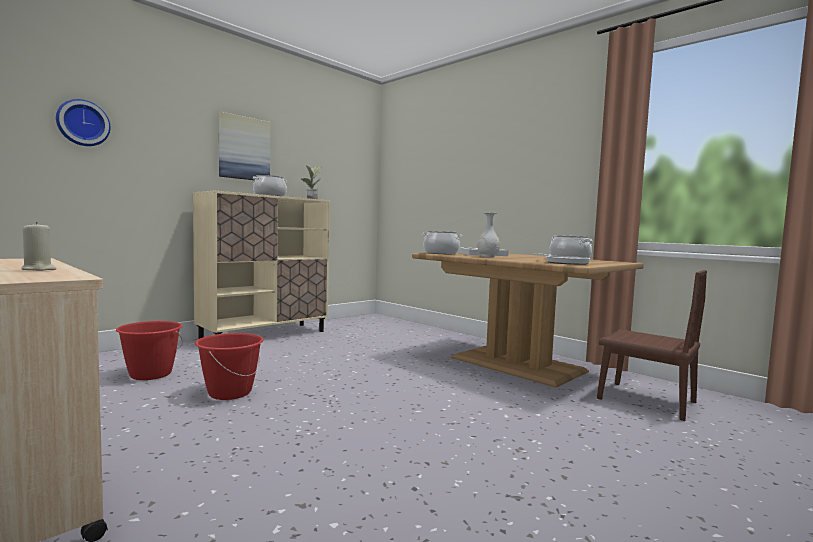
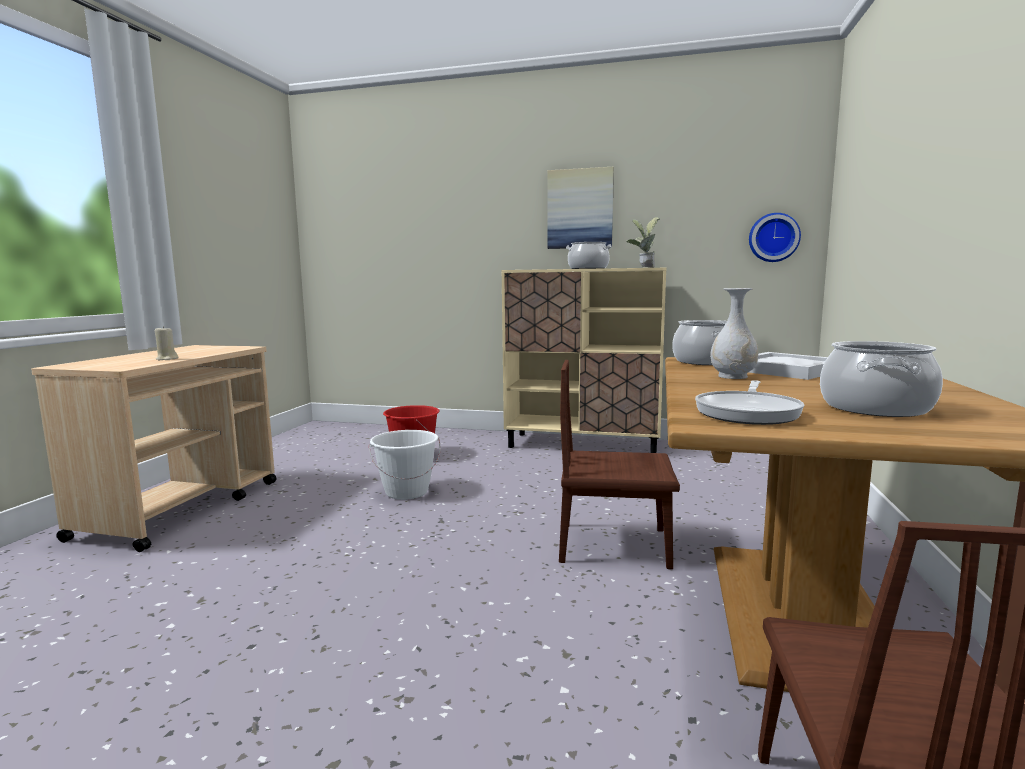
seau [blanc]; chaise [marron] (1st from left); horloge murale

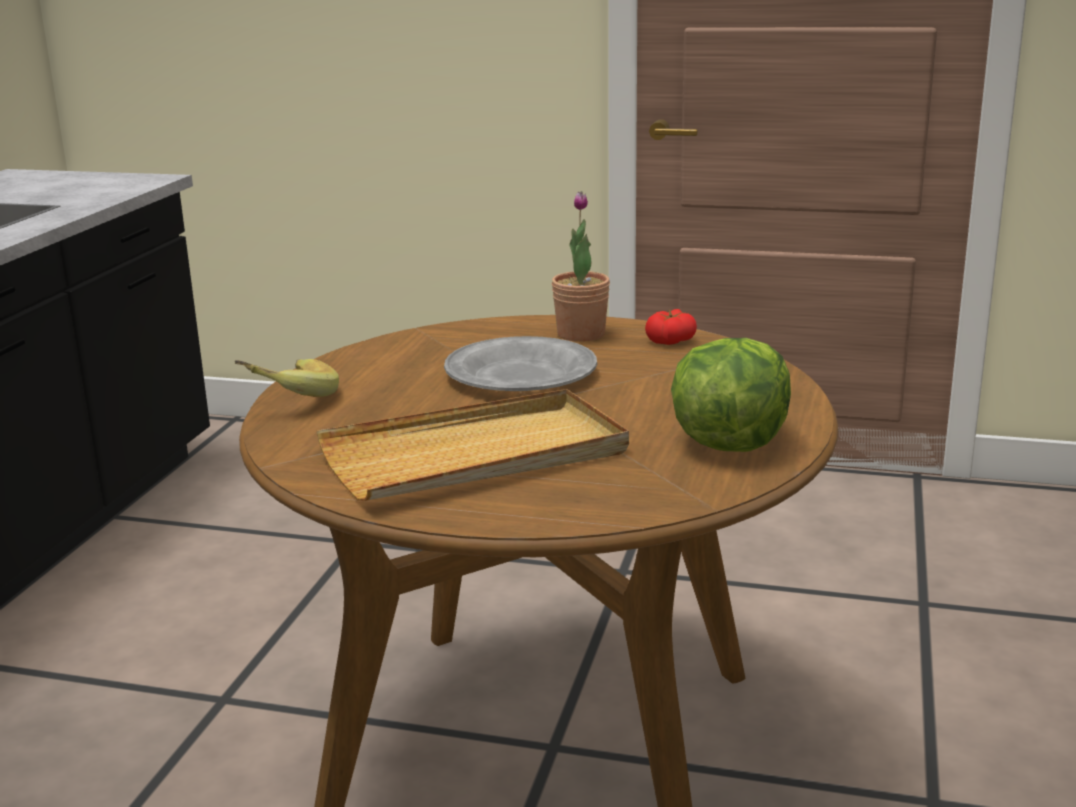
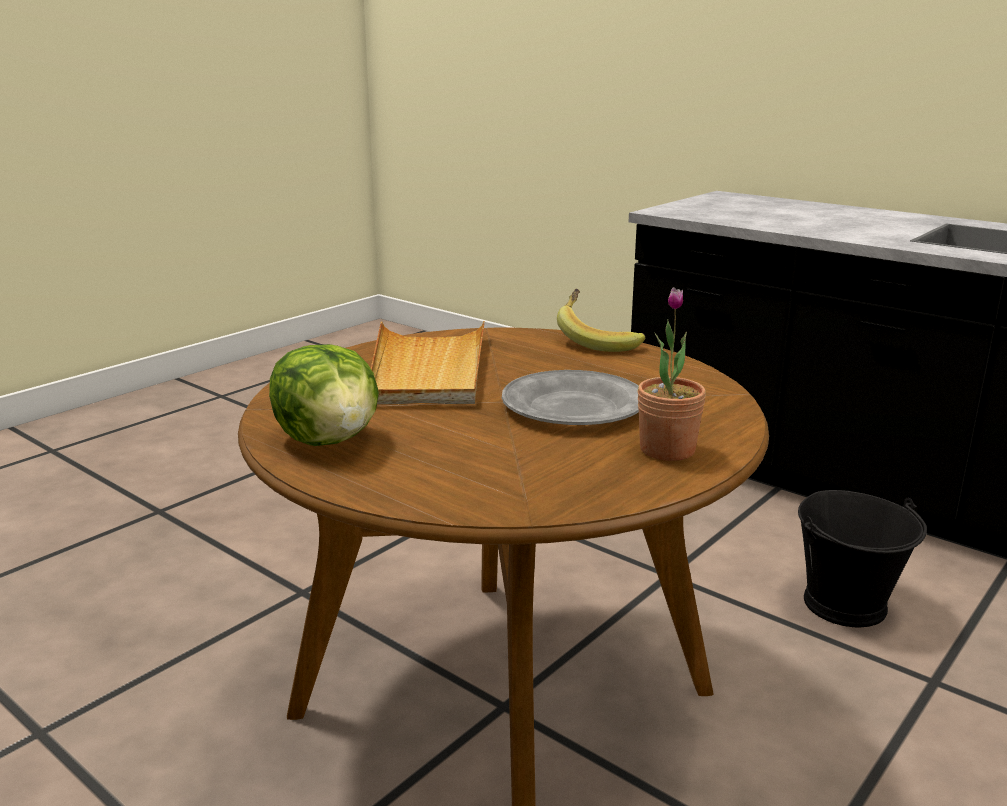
seau [noir]; tomate

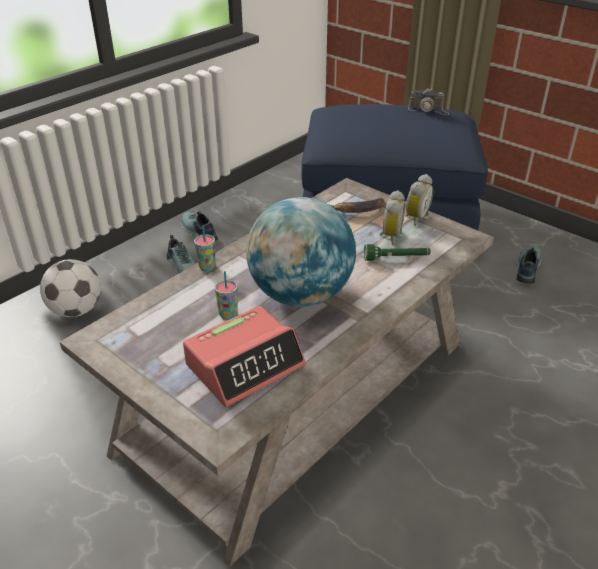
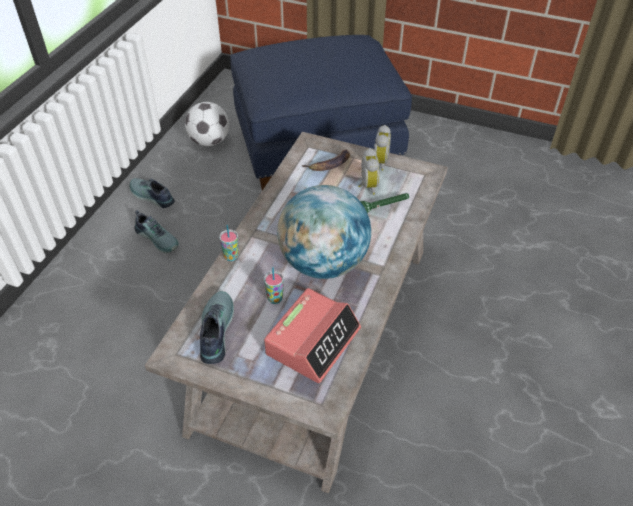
ballon de foot; chaussure (3rd from left); appareil photo

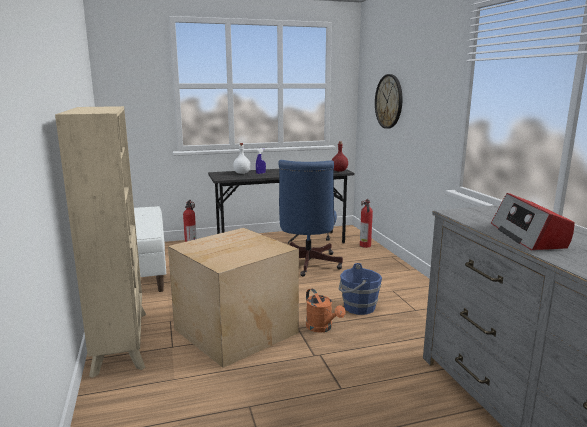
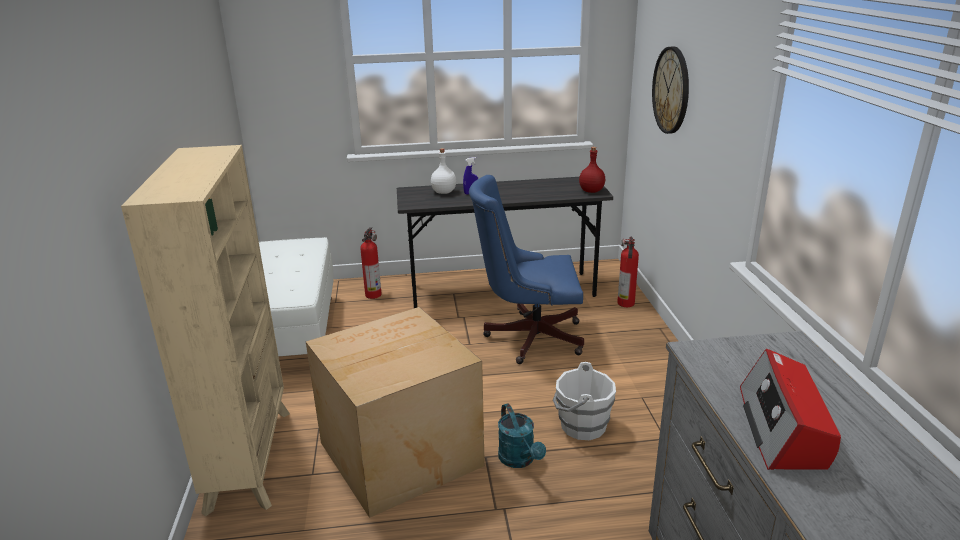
chaise de bureau [bleu]; arrosoir [turquoise]; seau [blanc]

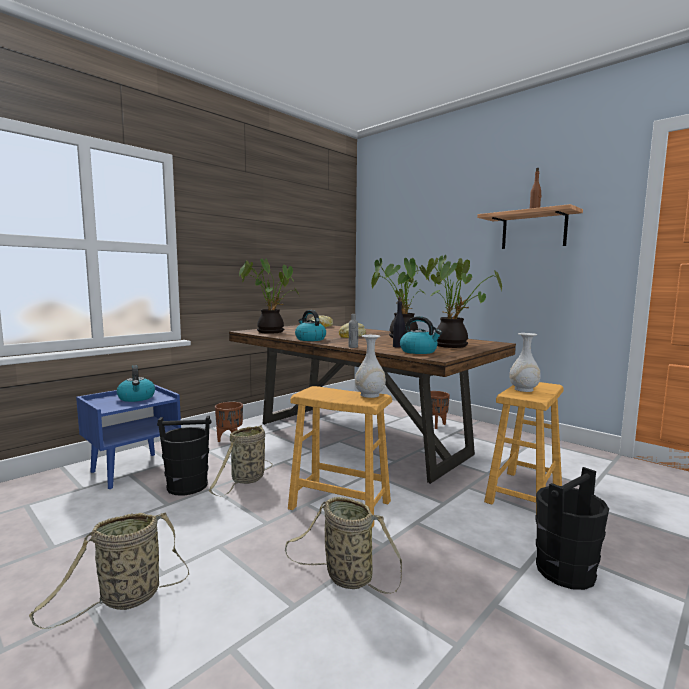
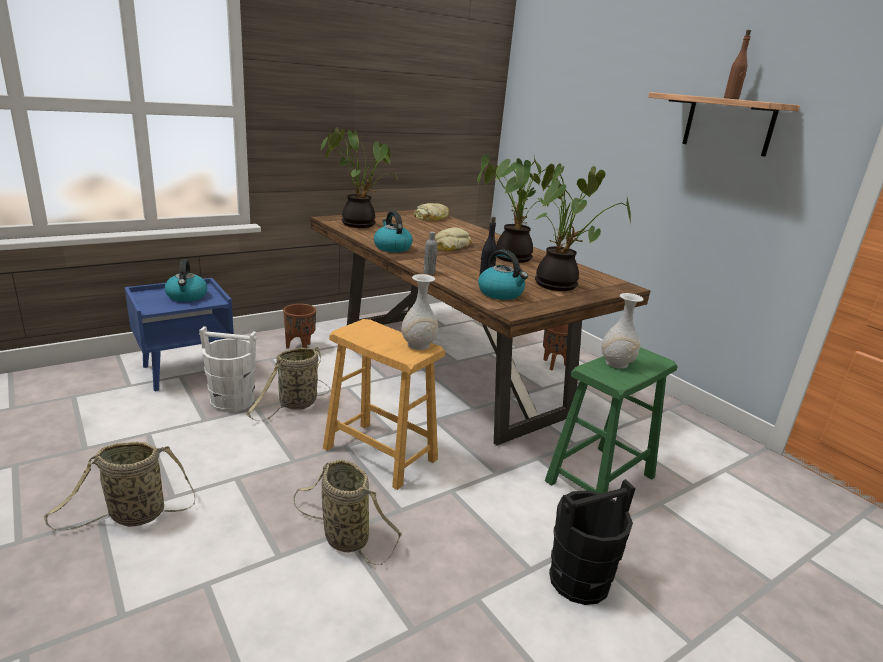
seau [blanc]; tabouret [vert]

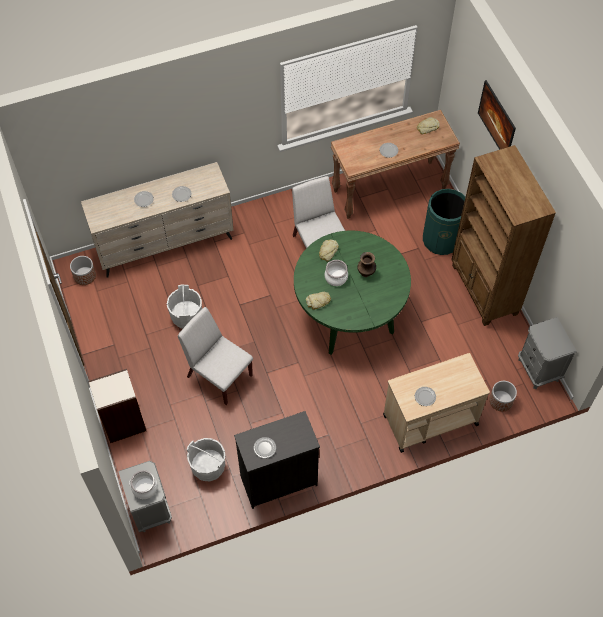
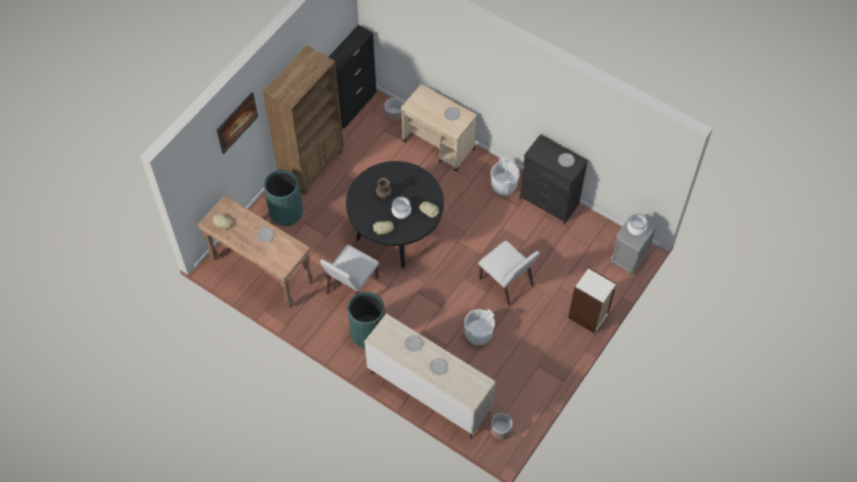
meuble de rangement [noir]; table à manger [noir]; poubelle [vert] (2nd from left); chaise [blanc] (2nd from left); seau [blanc] (2nd from left)

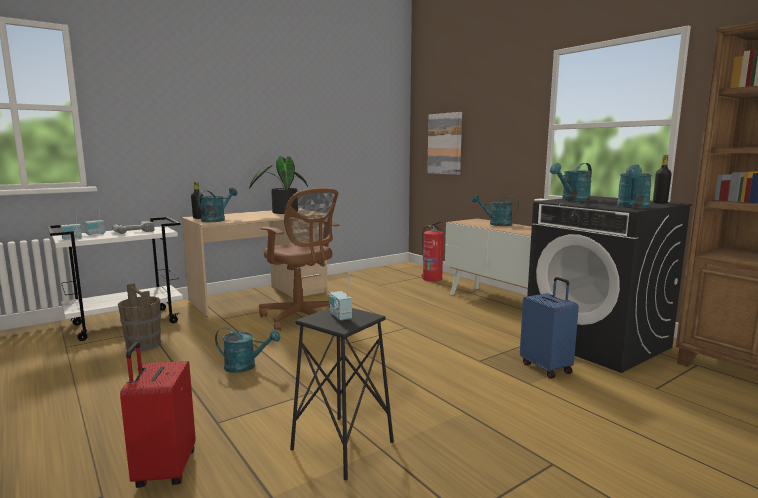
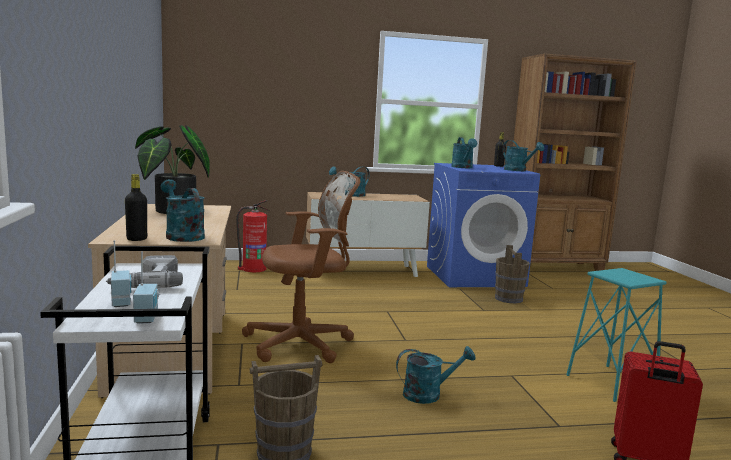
arrosoir [turquoise] (3rd from left); lave-linge [bleu]; seau [marron] (2nd from left); tabouret [turquoise]; radio (3rd from left in the first image); tableau

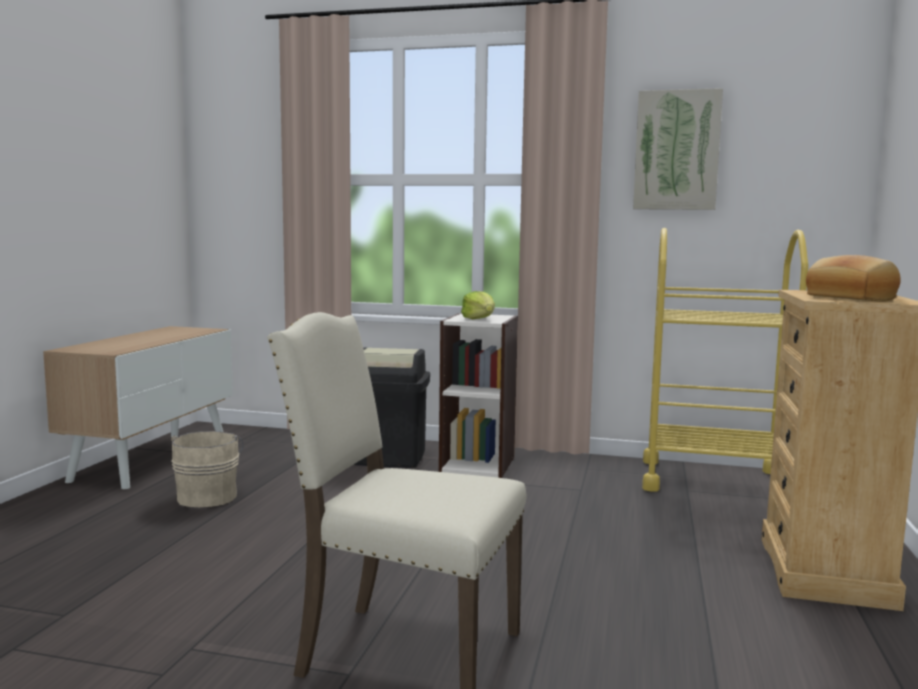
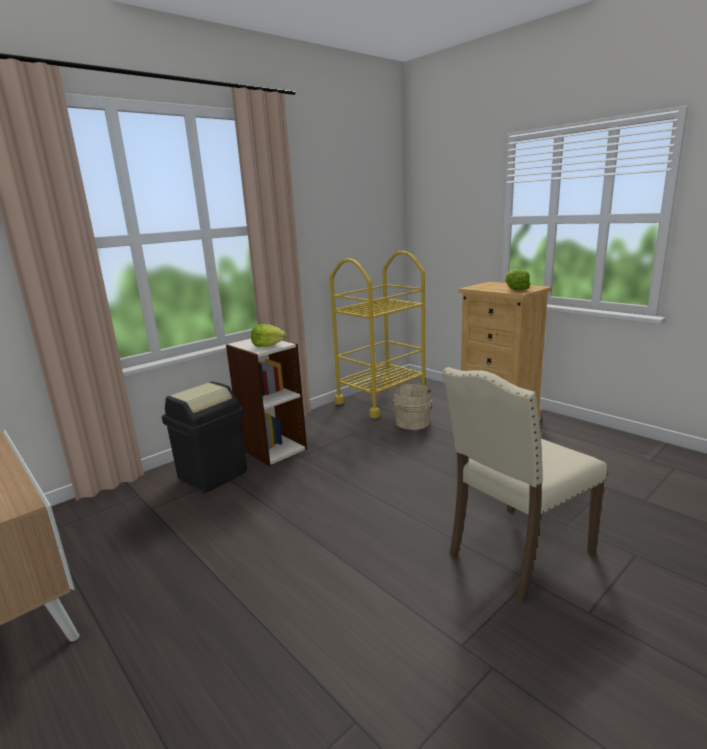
seau [beige]; laitue (2nd from left); tableau

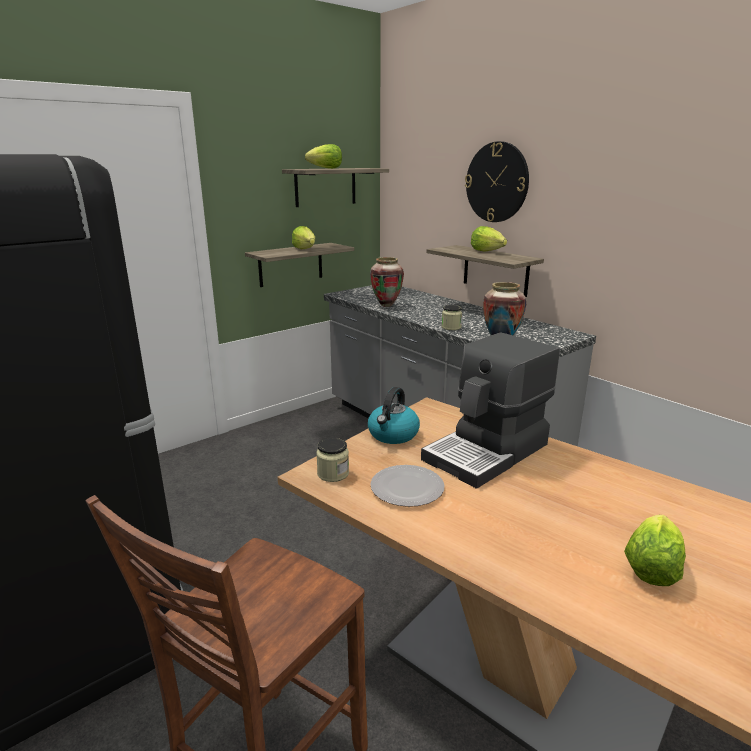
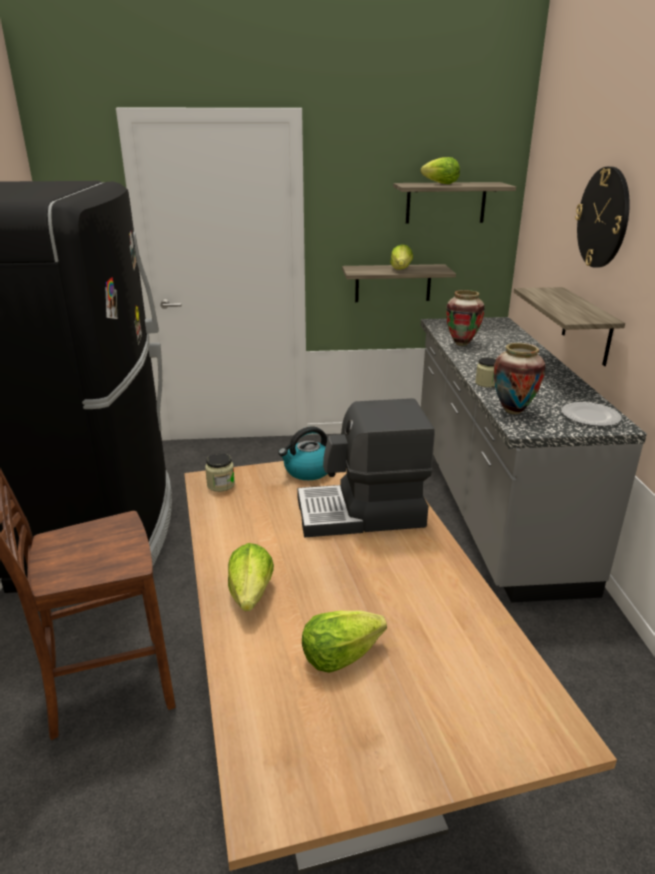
laitue (1st from left); assiette

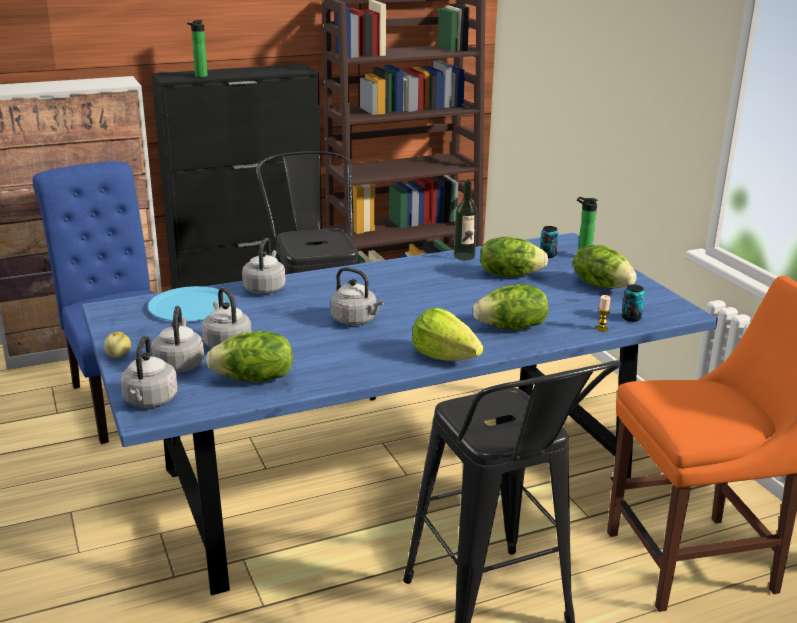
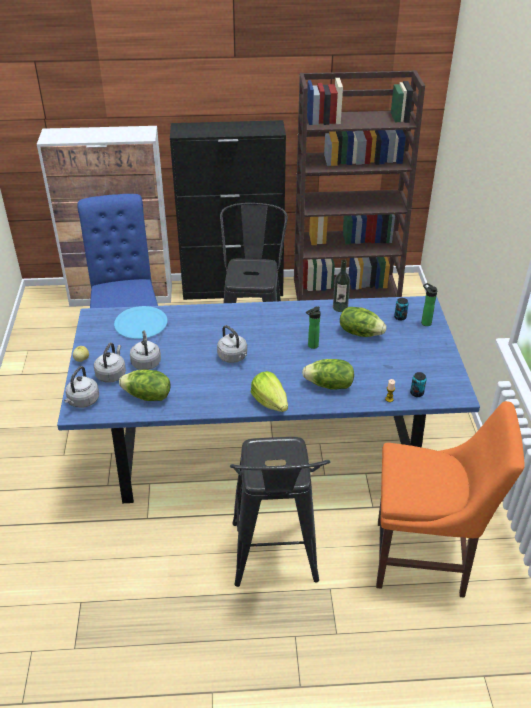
bouteille (1st from left); bouilloire [gris] (4th from left in the first image); laitue (5th from left in the first image)

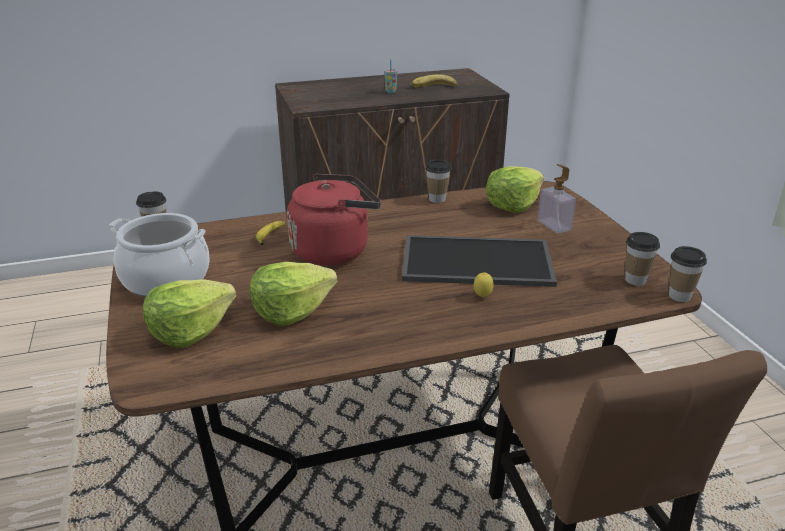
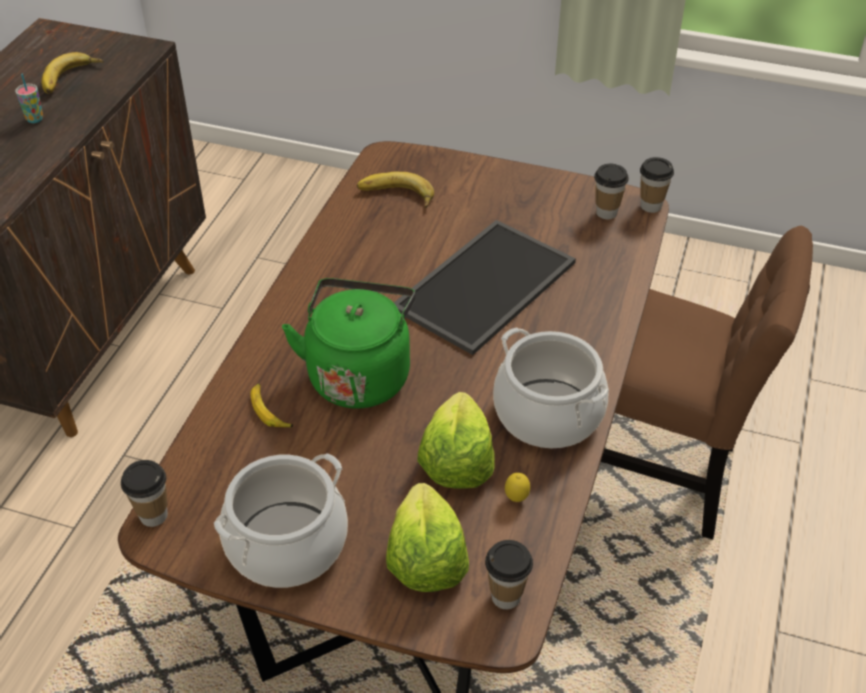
bouilloire [vert]; banane (3rd from left); tasse (3rd from left); marmite (2nd from left); citron; distributeur de savon

